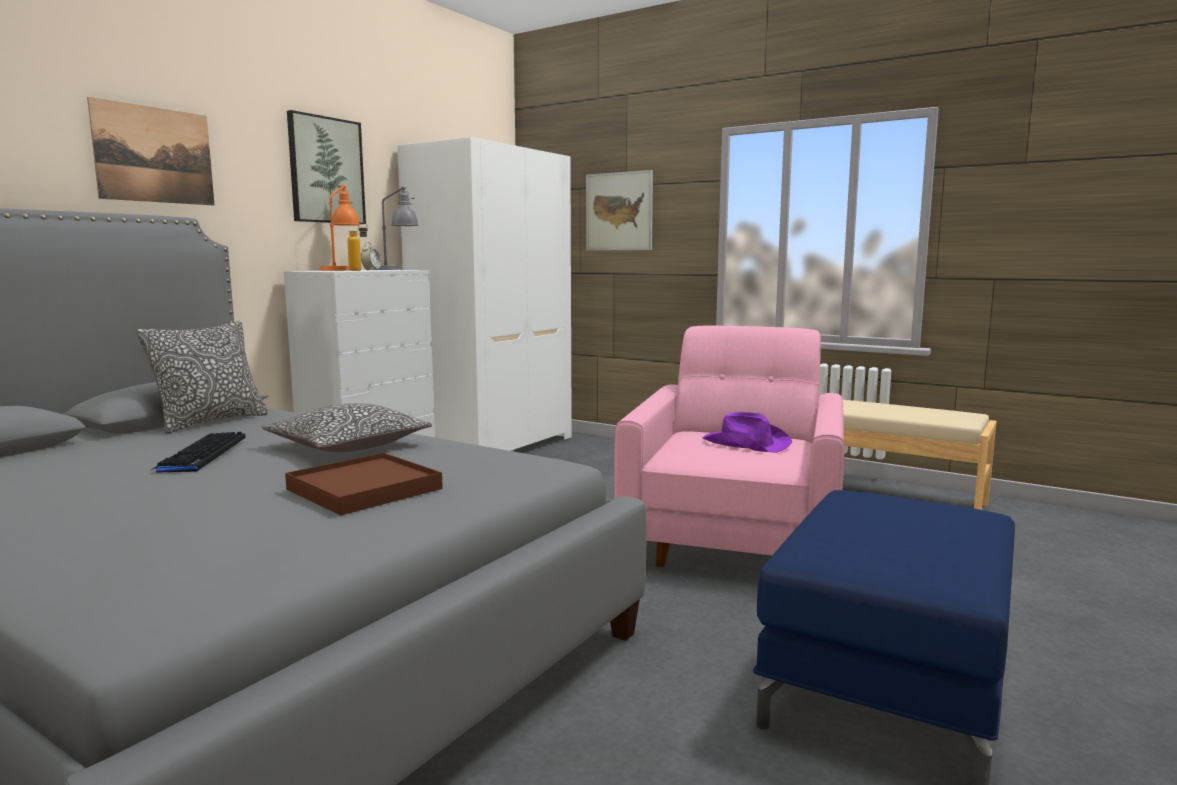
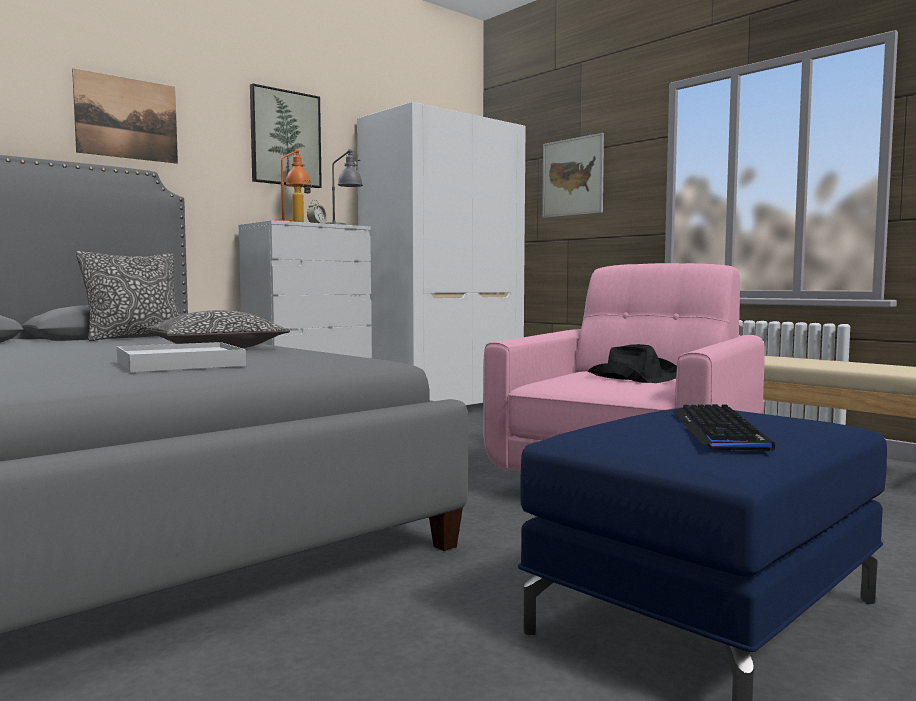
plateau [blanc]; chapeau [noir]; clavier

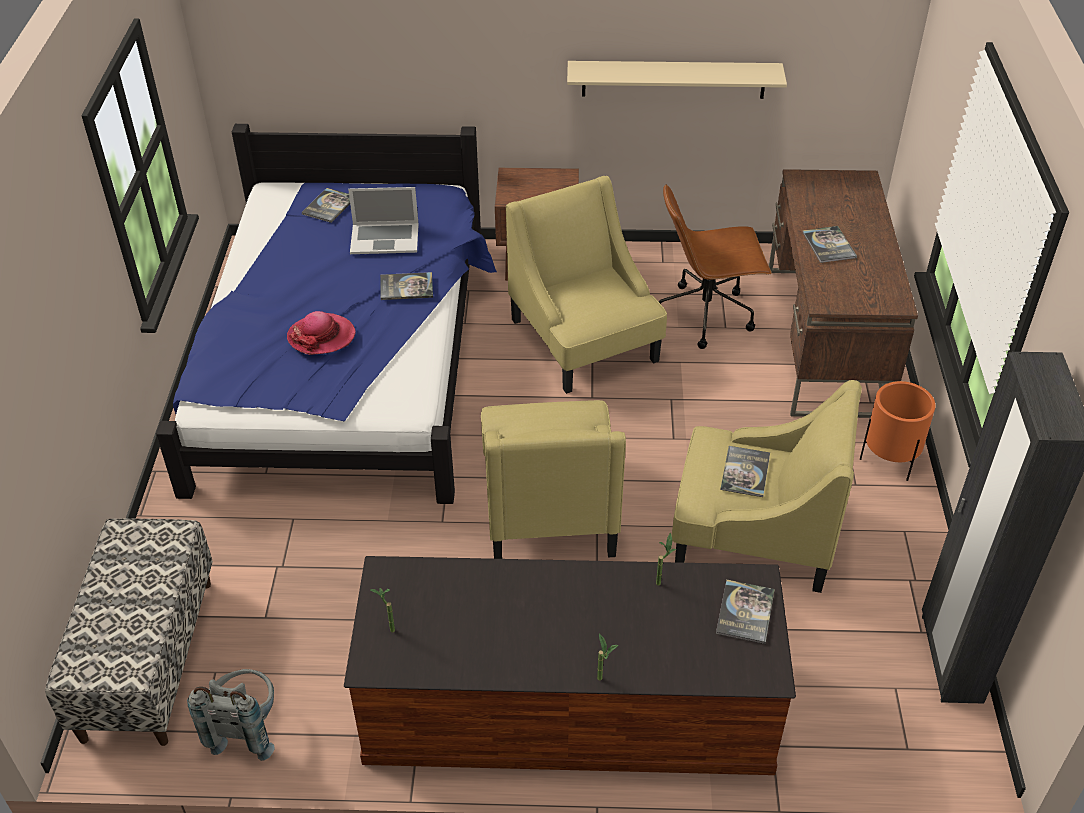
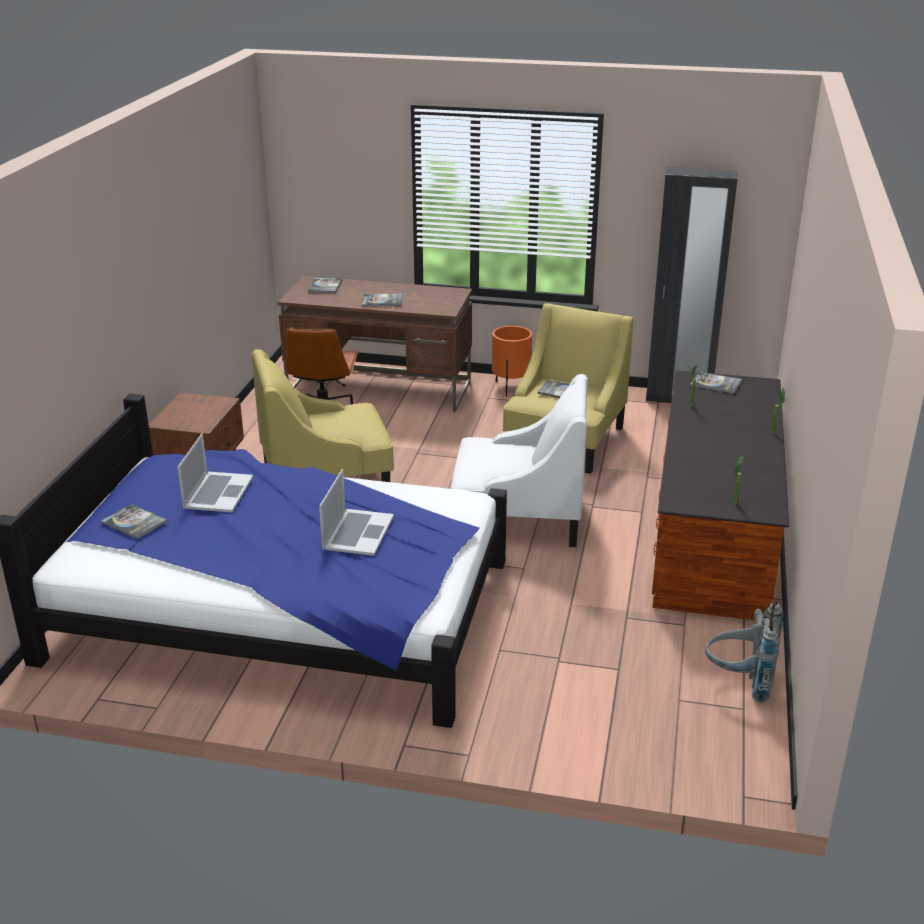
livre (2nd from left); ordinateur portable (2nd from left); fauteuil [blanc]; banc; étagère [beige]

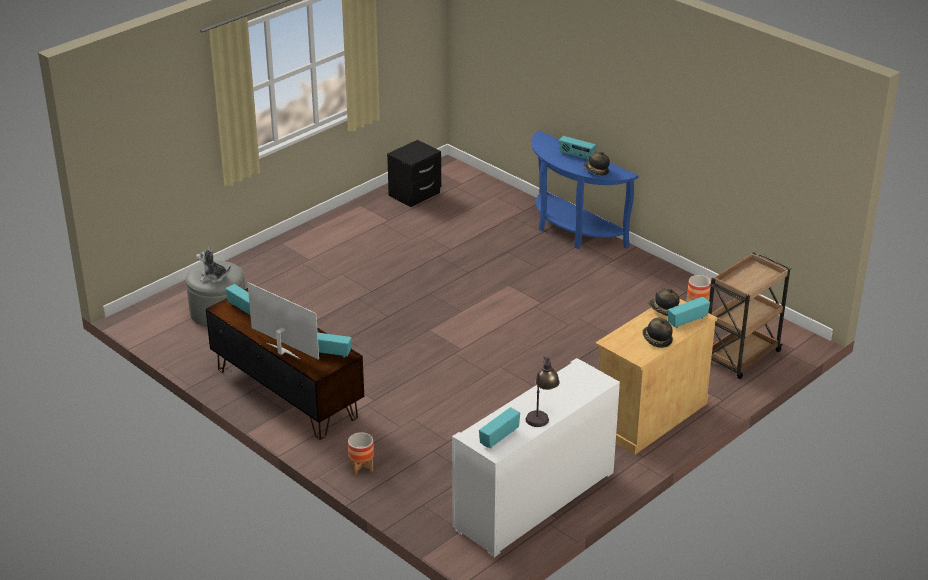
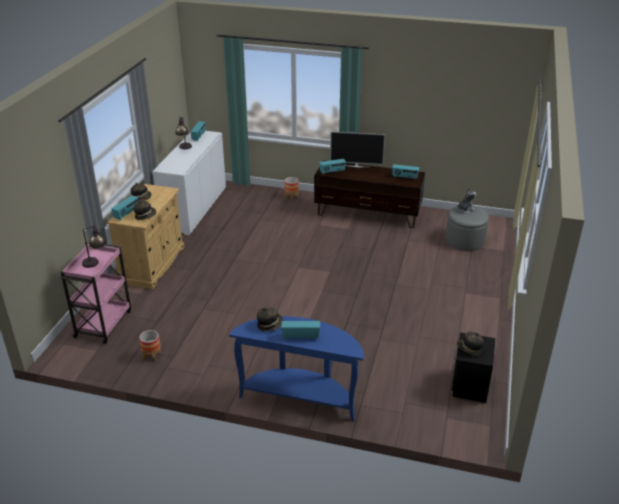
chariot [rose]; lampe de table (1st from left); chapeau (4th from left)

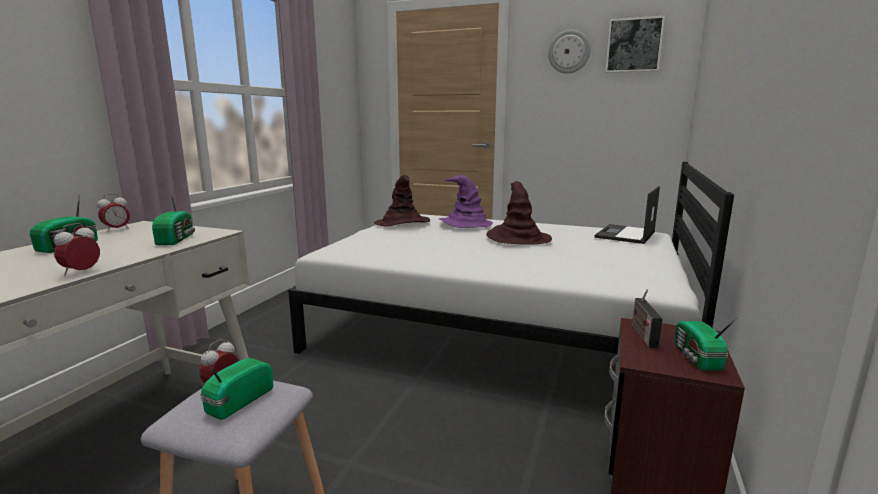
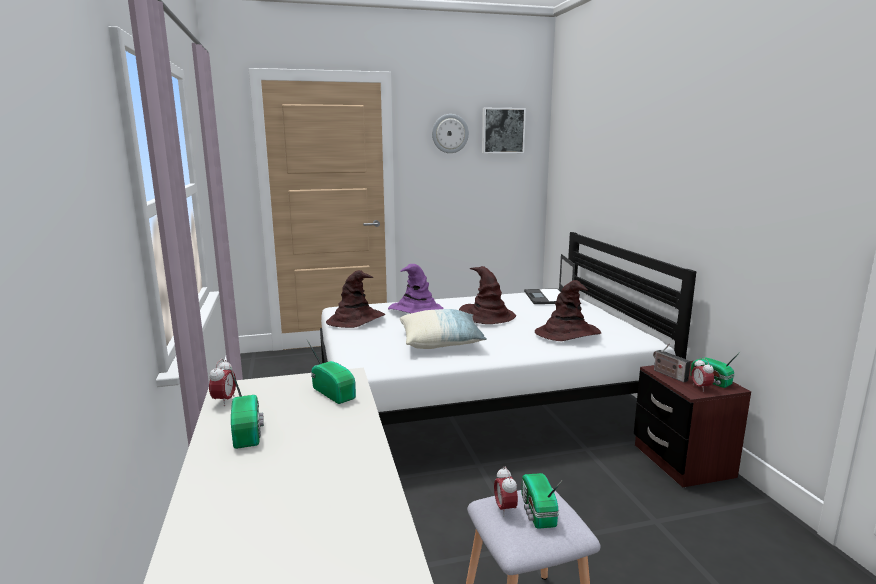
coussin; chapeau [marron] (3rd from left); réveil (3rd from left)

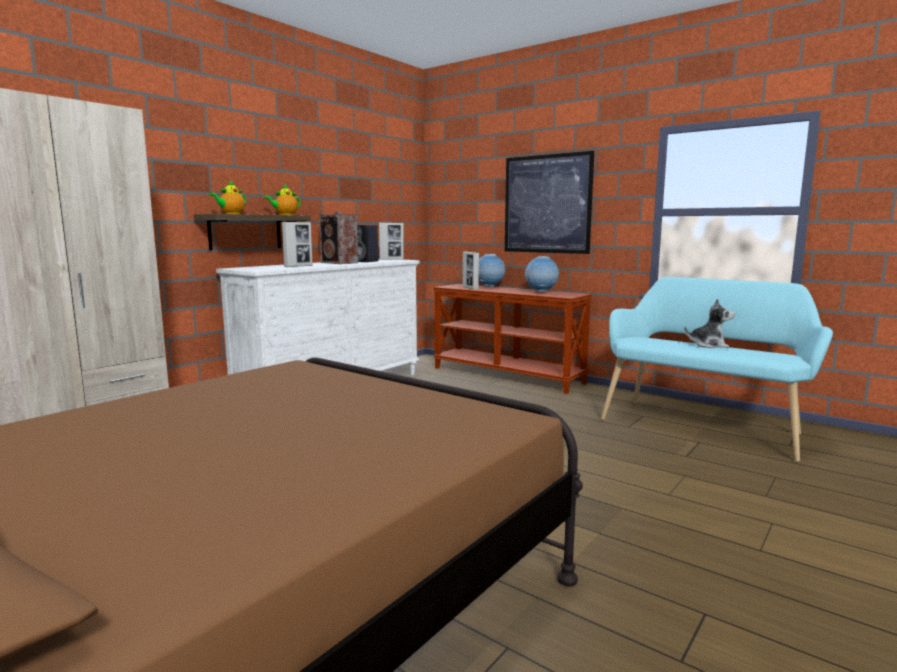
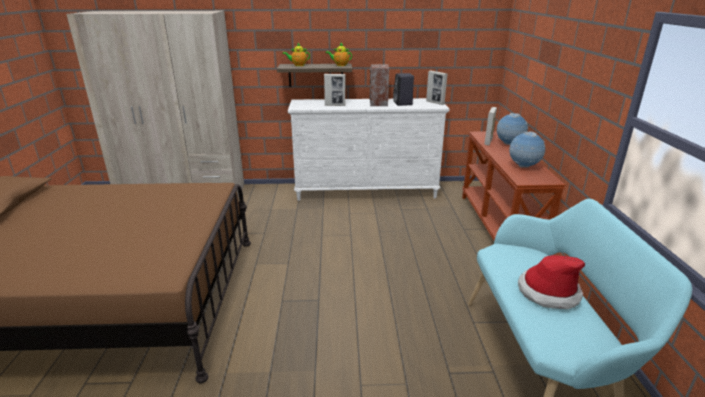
chapeau; tableau

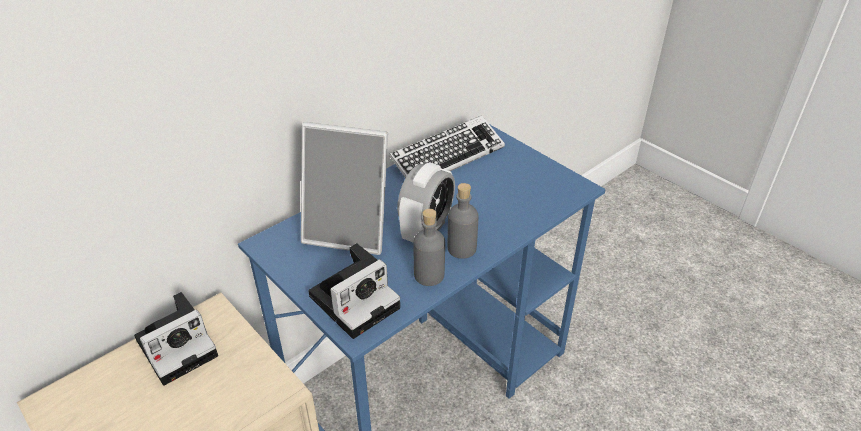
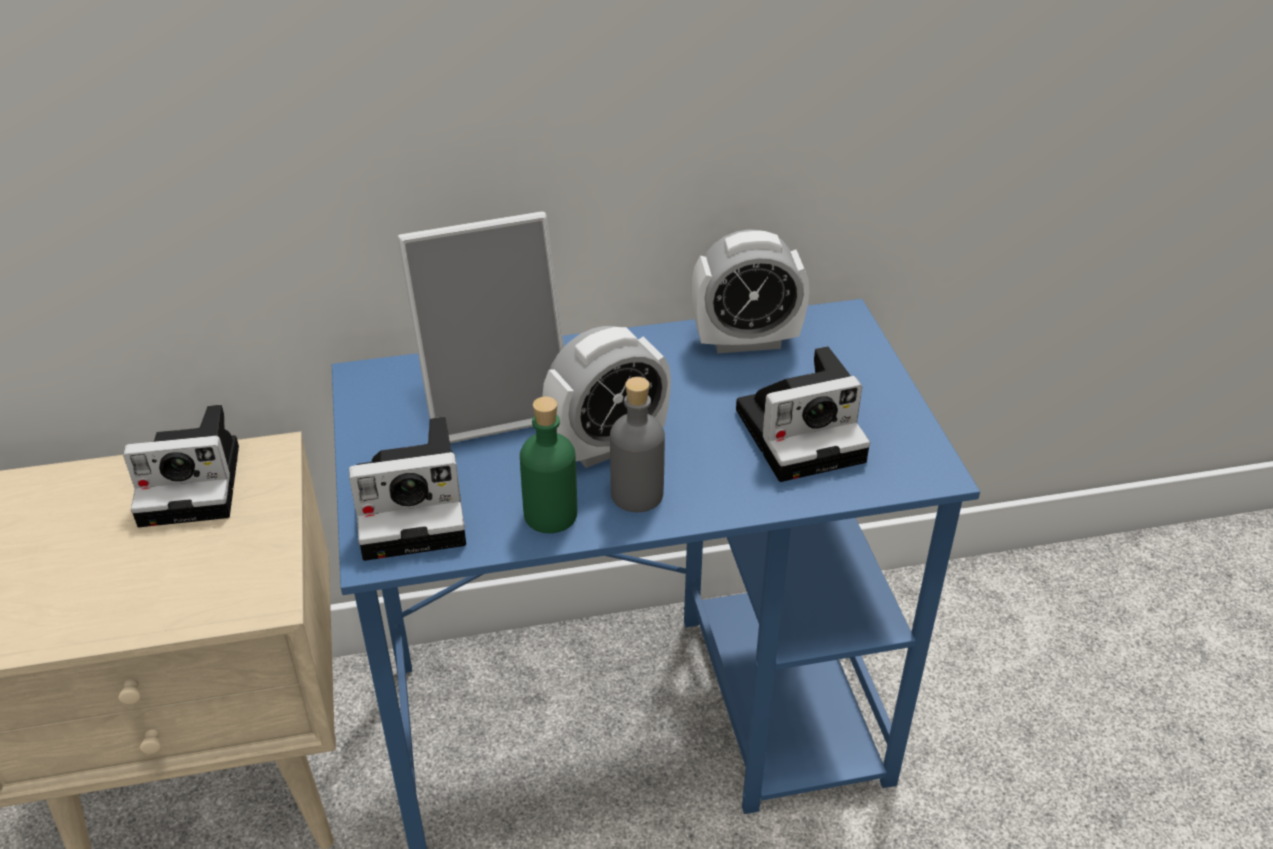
cadre photo; bouteille [vert]; réveil (2nd from left); appareil photo (3rd from left)

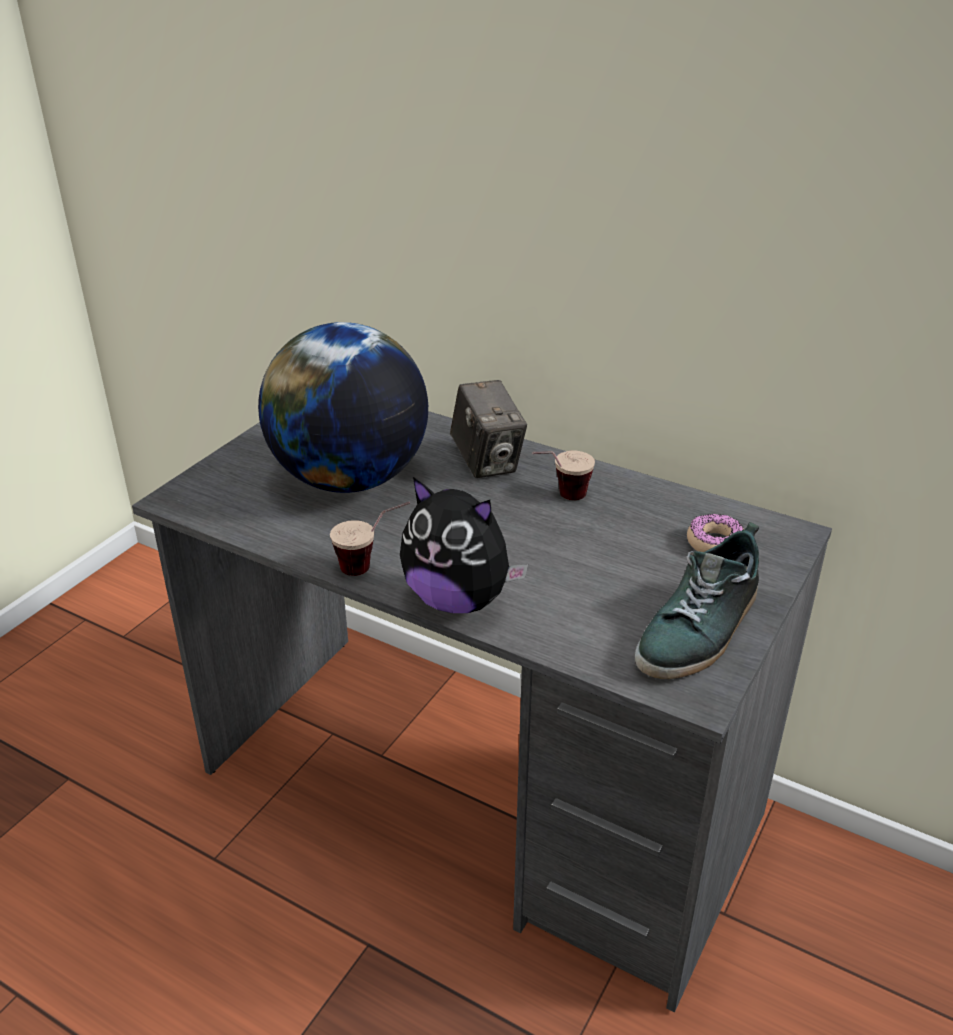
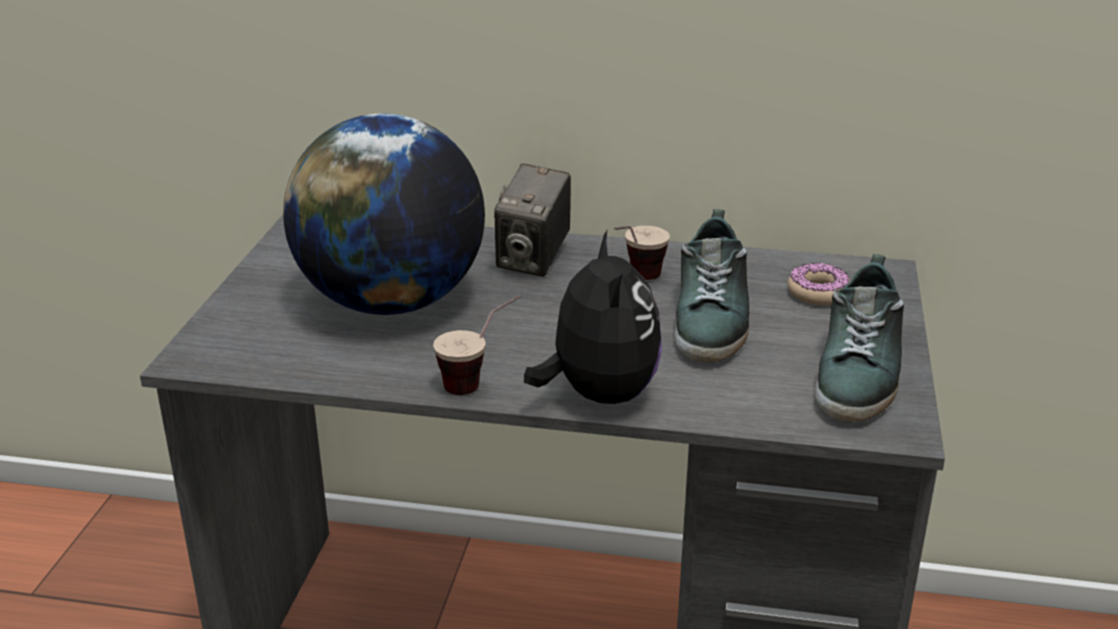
appareil photo; peluche; chaussure (1st from left)

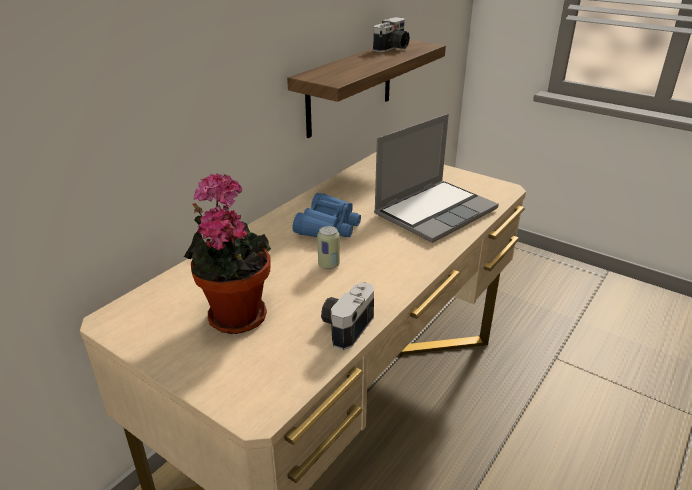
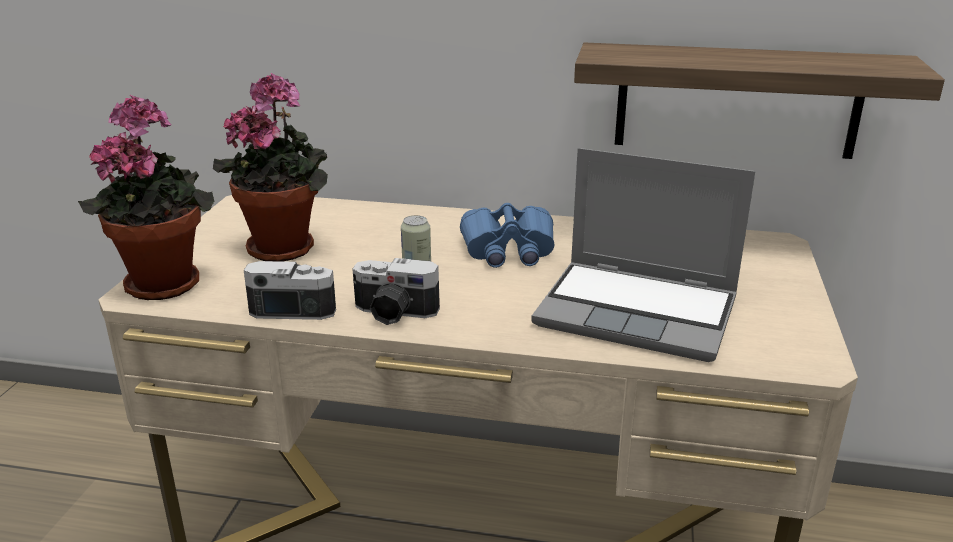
plante en pot (1st from left); appareil photo (2nd from left)

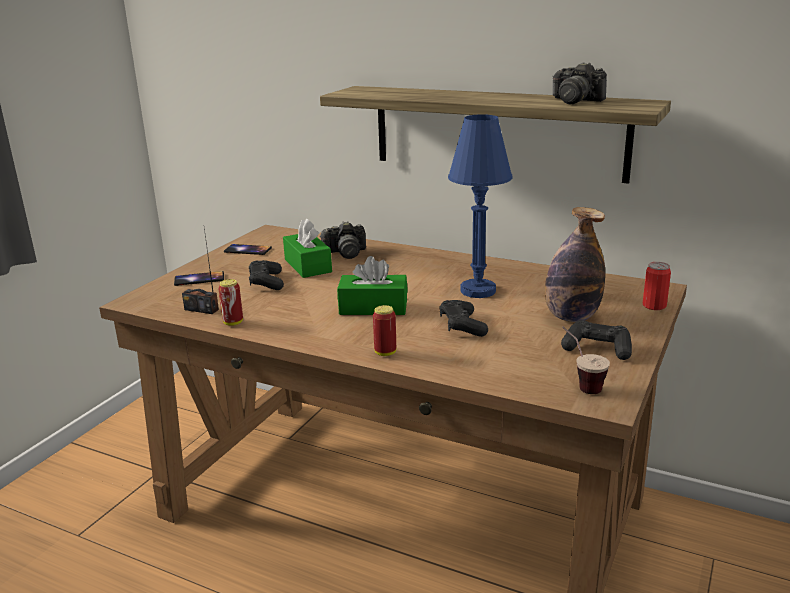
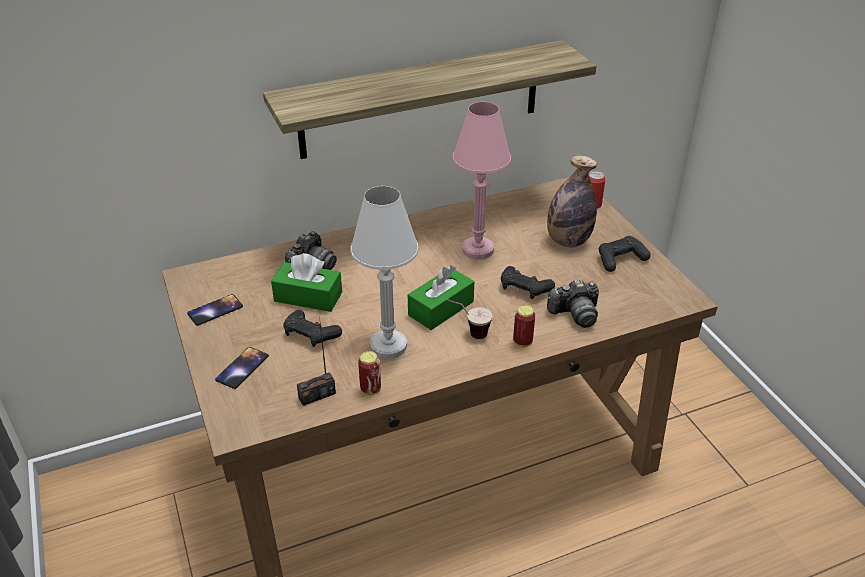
lampe de table [blanc]; tasse; lampe de table [rose]; appareil photo (2nd from left)

